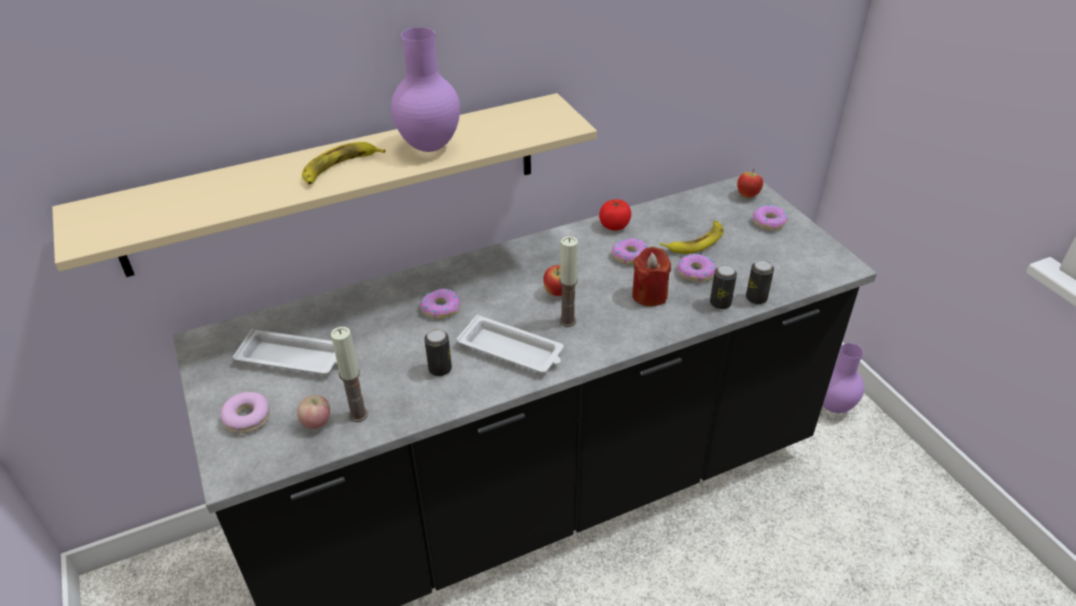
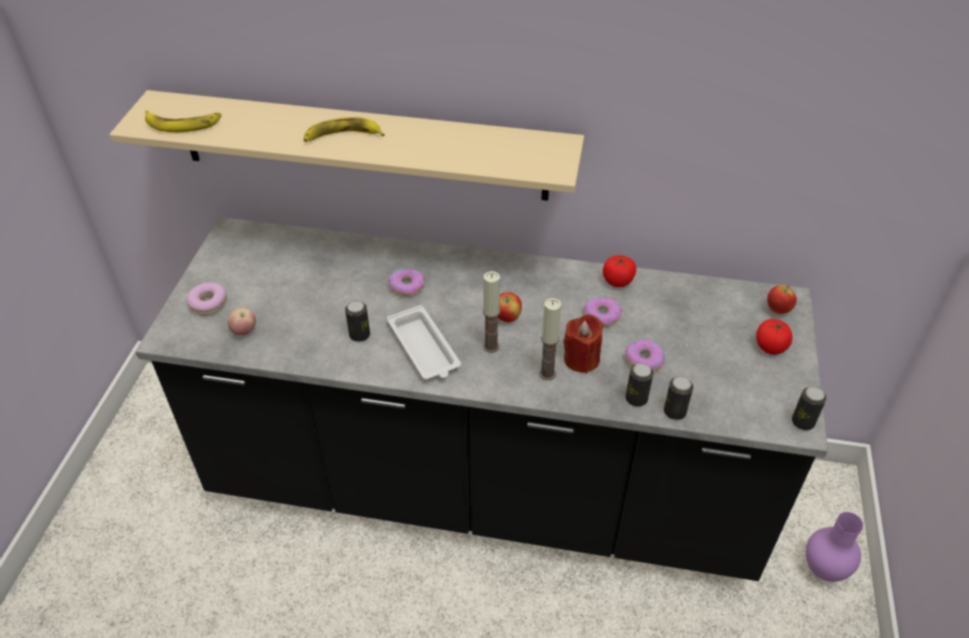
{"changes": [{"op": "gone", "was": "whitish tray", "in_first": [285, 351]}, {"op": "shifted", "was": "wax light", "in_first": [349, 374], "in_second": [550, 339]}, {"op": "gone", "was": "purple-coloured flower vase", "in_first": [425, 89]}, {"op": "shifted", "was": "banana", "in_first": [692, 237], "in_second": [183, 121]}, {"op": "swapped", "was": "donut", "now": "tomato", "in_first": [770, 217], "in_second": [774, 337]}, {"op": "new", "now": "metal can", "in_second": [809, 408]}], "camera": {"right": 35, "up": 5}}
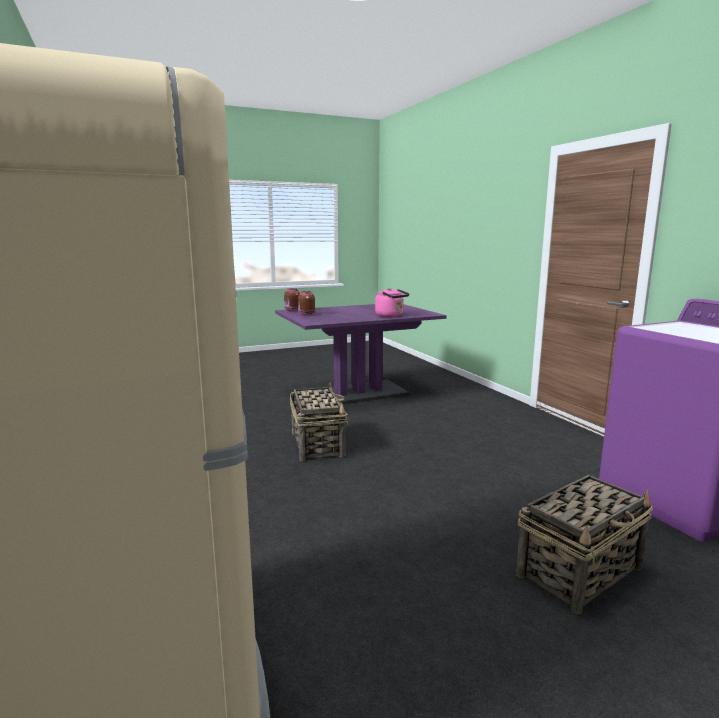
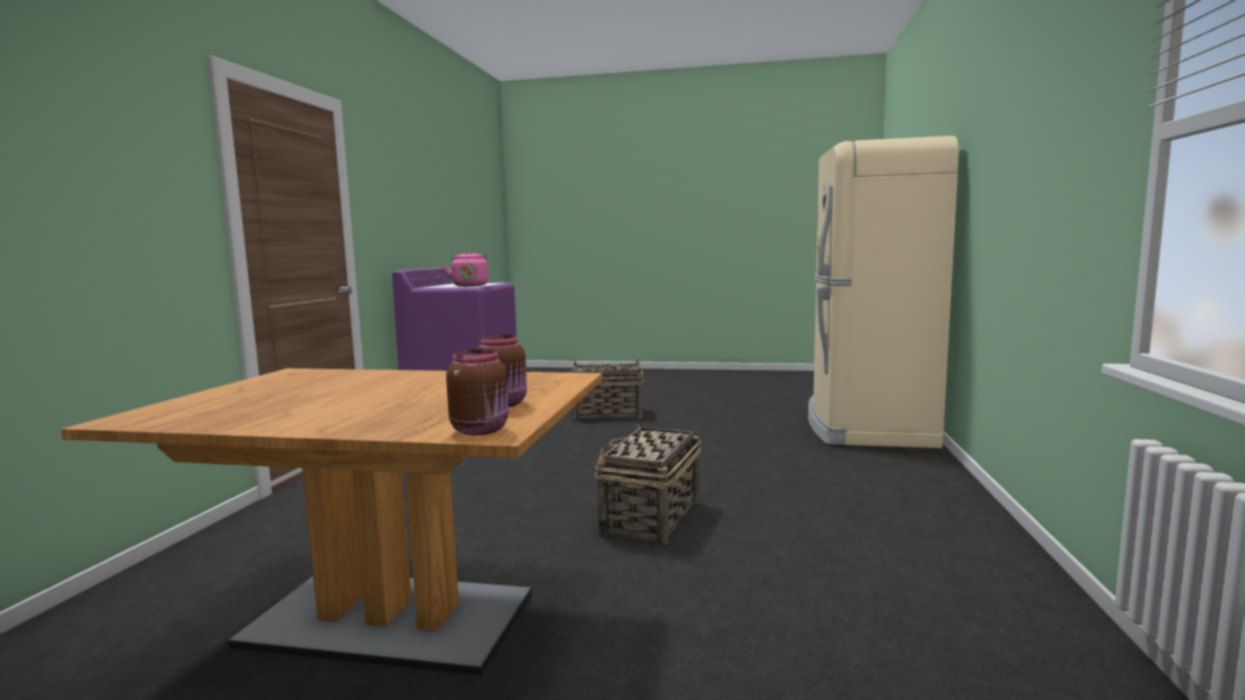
{"changes": [{"op": "repainted", "was": "purple-coloured dinner table", "now": "brown dinner table", "in_first": [361, 354], "in_second": [331, 522]}, {"op": "shifted", "was": "pinkish water kettle", "in_first": [392, 302], "in_second": [466, 269]}], "camera": {"right": -145, "up": -5}}
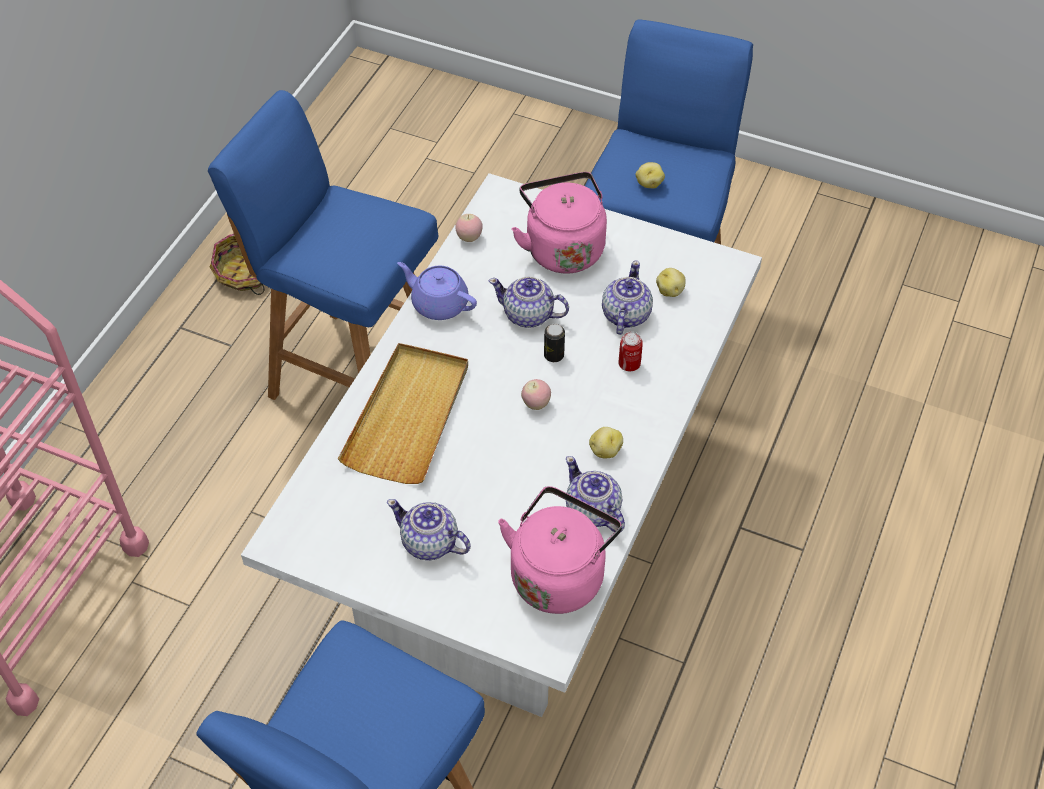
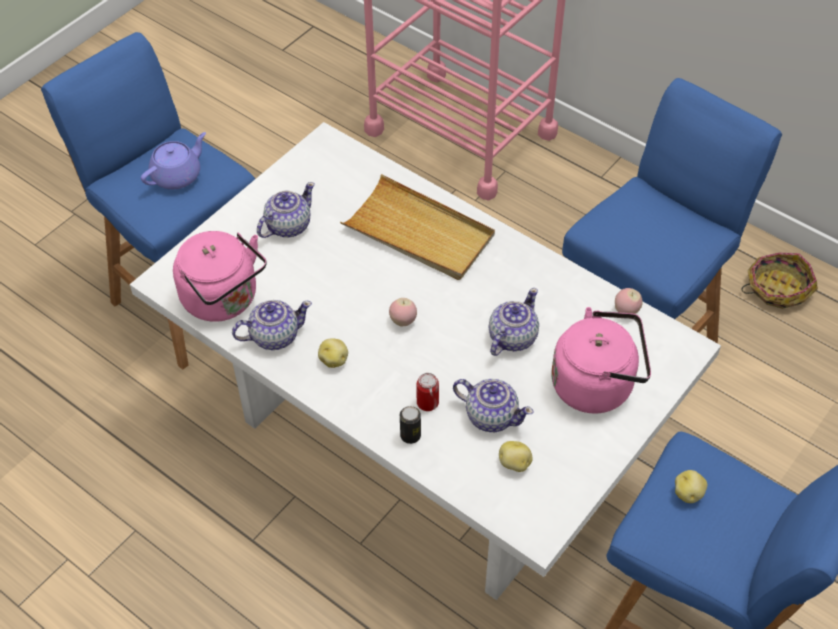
{"changes": [{"op": "shifted", "was": "purple-coloured teapot", "in_first": [437, 291], "in_second": [173, 160]}, {"op": "shifted", "was": "metal can", "in_first": [554, 343], "in_second": [410, 425]}], "camera": {"right": 105, "up": 0}}
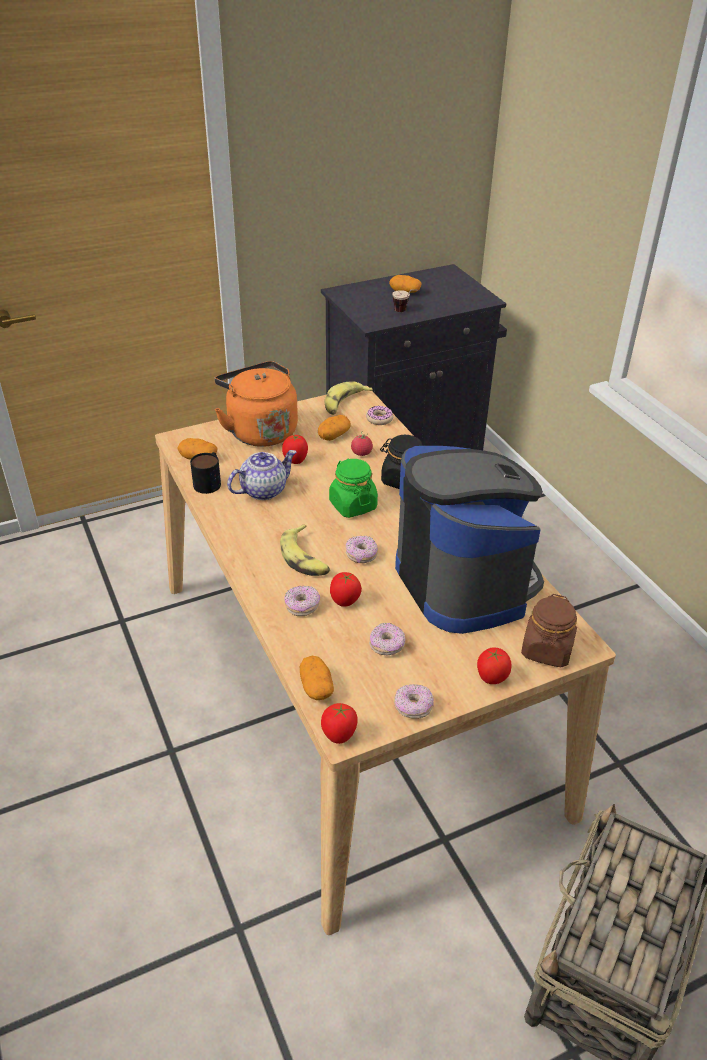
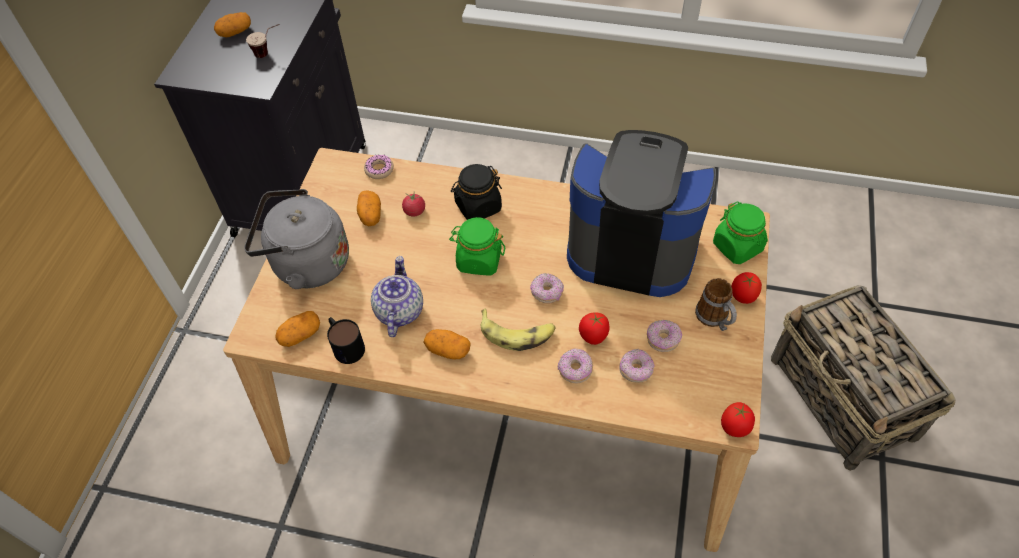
{"changes": [{"op": "repainted", "was": "orange water kettle", "now": "greyish water kettle", "in_first": [256, 404], "in_second": [296, 239]}, {"op": "gone", "was": "tomato", "in_first": [295, 449]}, {"op": "shifted", "was": "whole potato", "in_first": [317, 678], "in_second": [447, 344]}, {"op": "gone", "was": "banana", "in_first": [349, 398]}, {"op": "shifted", "was": "donut", "in_first": [414, 701], "in_second": [637, 366]}, {"op": "repainted", "was": "brown storage jar", "now": "greenish storage jar", "in_first": [549, 630], "in_second": [740, 232]}, {"op": "new", "now": "mug", "in_second": [716, 304]}], "camera": {"right": -50, "up": 15}}
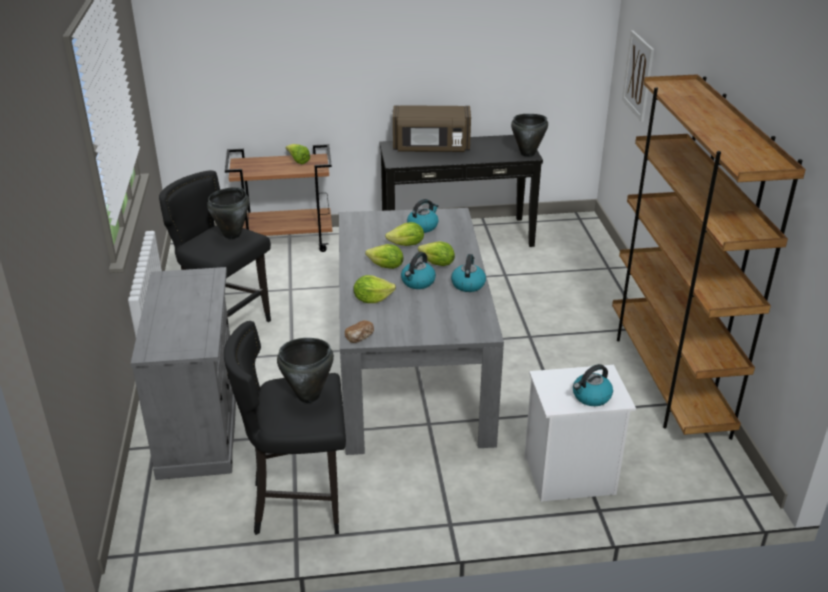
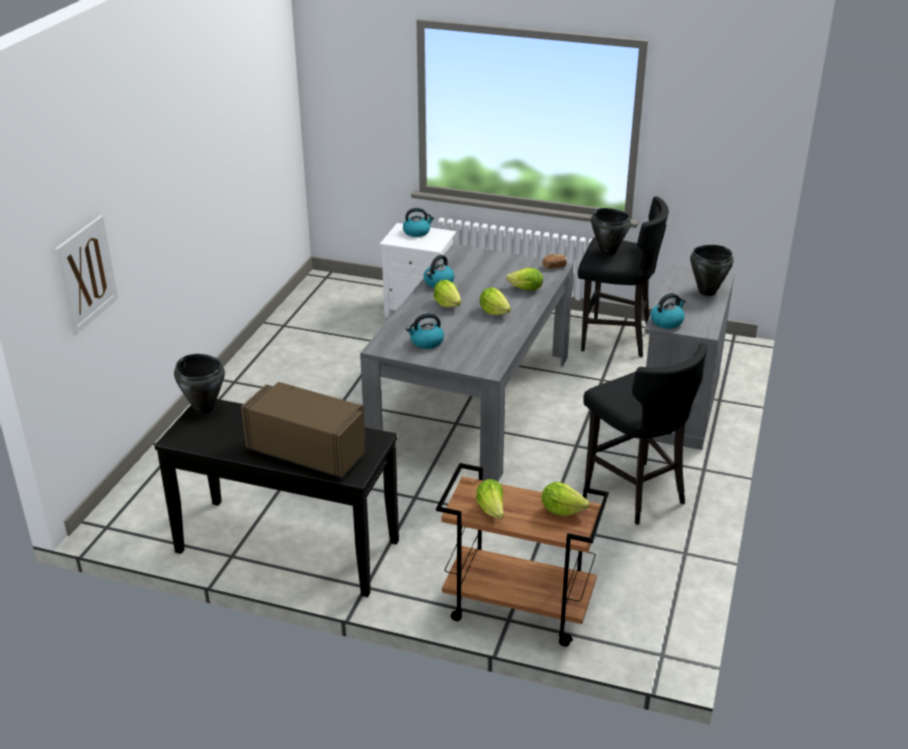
{"changes": [{"op": "shifted", "was": "black saucepot", "in_first": [228, 213], "in_second": [711, 270]}, {"op": "shifted", "was": "lettuce", "in_first": [404, 234], "in_second": [566, 499]}, {"op": "shifted", "was": "water kettle", "in_first": [418, 270], "in_second": [668, 311]}, {"op": "gone", "was": "brown bookcase", "in_first": [709, 257]}], "camera": {"right": -155, "up": 0}}
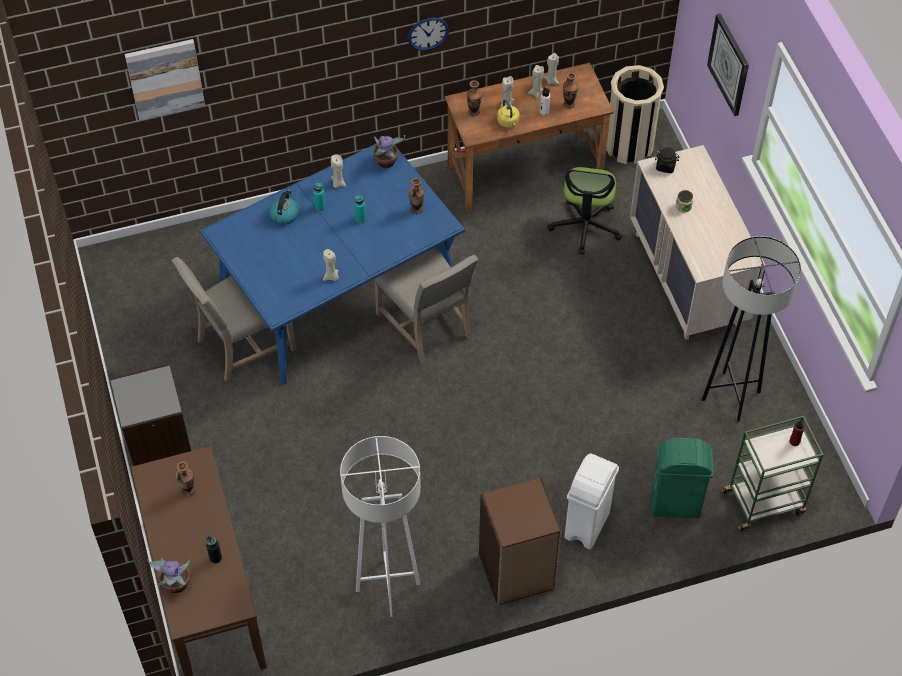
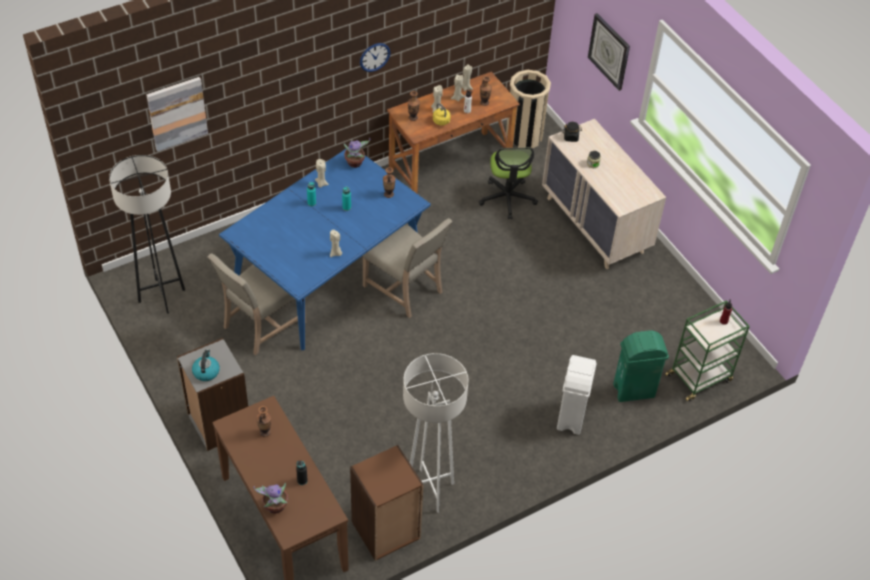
{"changes": [{"op": "shifted", "was": "water kettle", "in_first": [284, 207], "in_second": [206, 365]}, {"op": "shifted", "was": "brown bookcase", "in_first": [520, 541], "in_second": [387, 503]}, {"op": "shifted", "was": "greyish standard lamp", "in_first": [751, 329], "in_second": [147, 234]}], "camera": {"right": -15, "up": -5}}
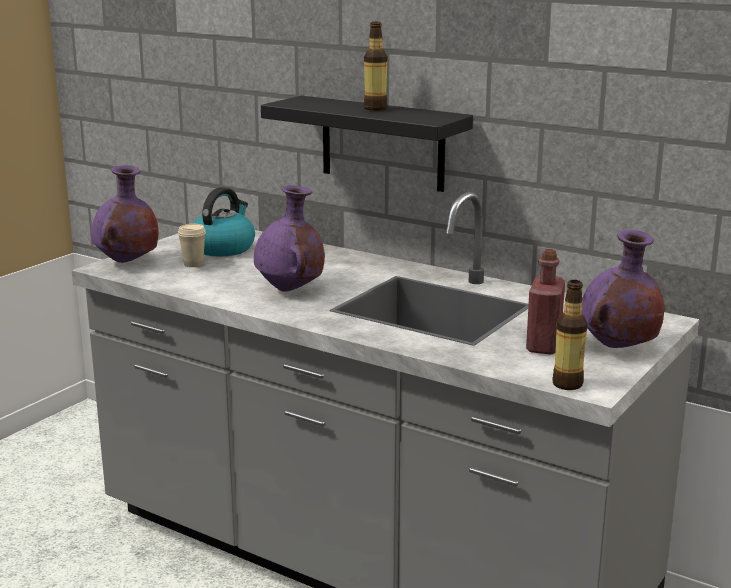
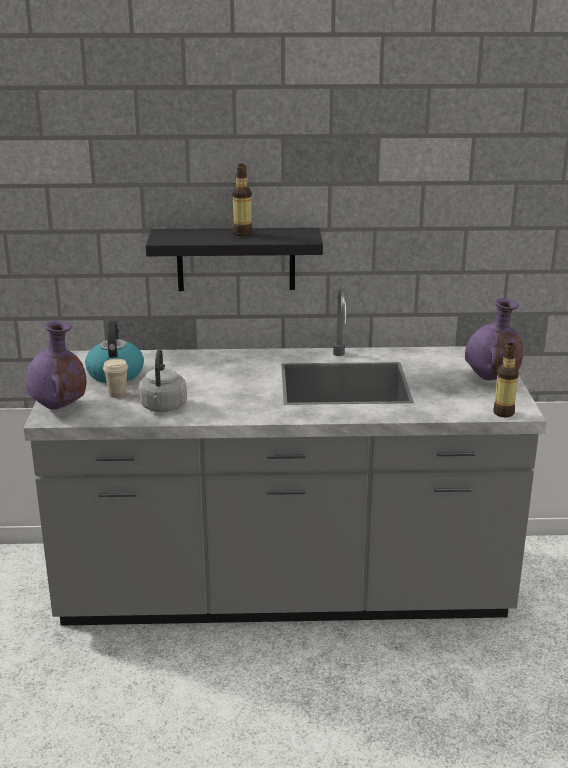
{"changes": [{"op": "gone", "was": "purple-coloured flower vase", "in_first": [289, 238]}, {"op": "gone", "was": "reddish beverage bottle", "in_first": [545, 301]}, {"op": "new", "now": "greyish water kettle", "in_second": [163, 380]}], "camera": {"right": -35, "up": 5}}
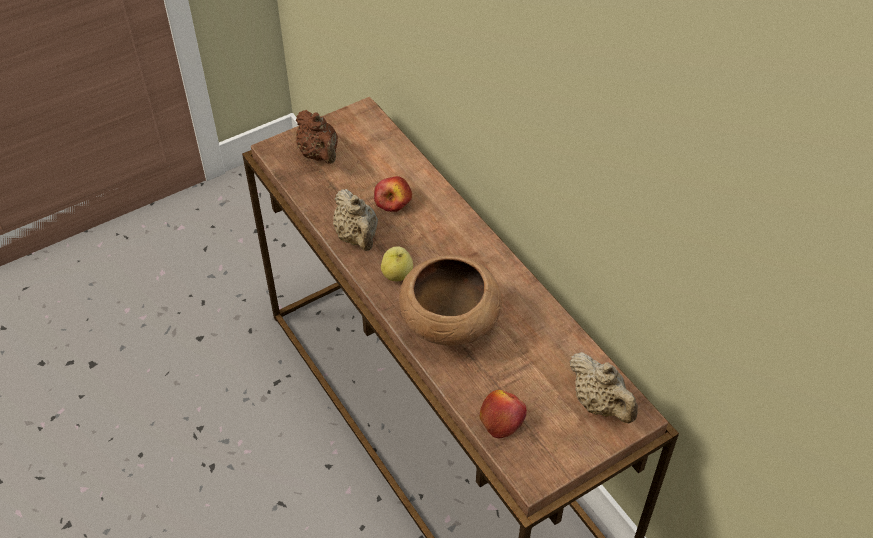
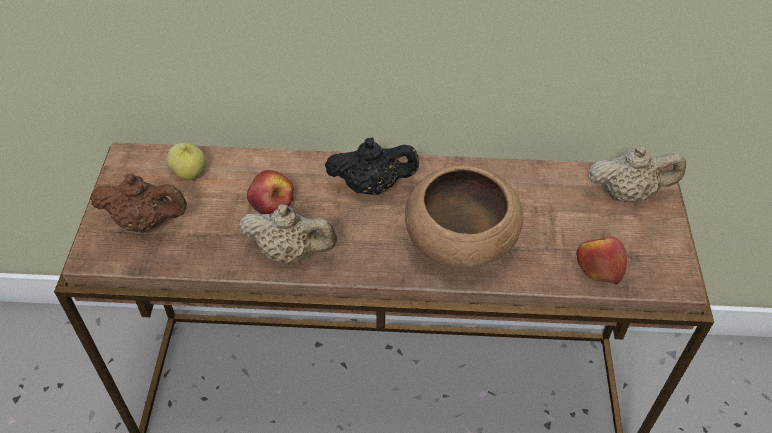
{"changes": [{"op": "shifted", "was": "apple fruit", "in_first": [397, 263], "in_second": [186, 161]}, {"op": "new", "now": "black teapot", "in_second": [372, 166]}], "camera": {"right": -55, "up": 0}}
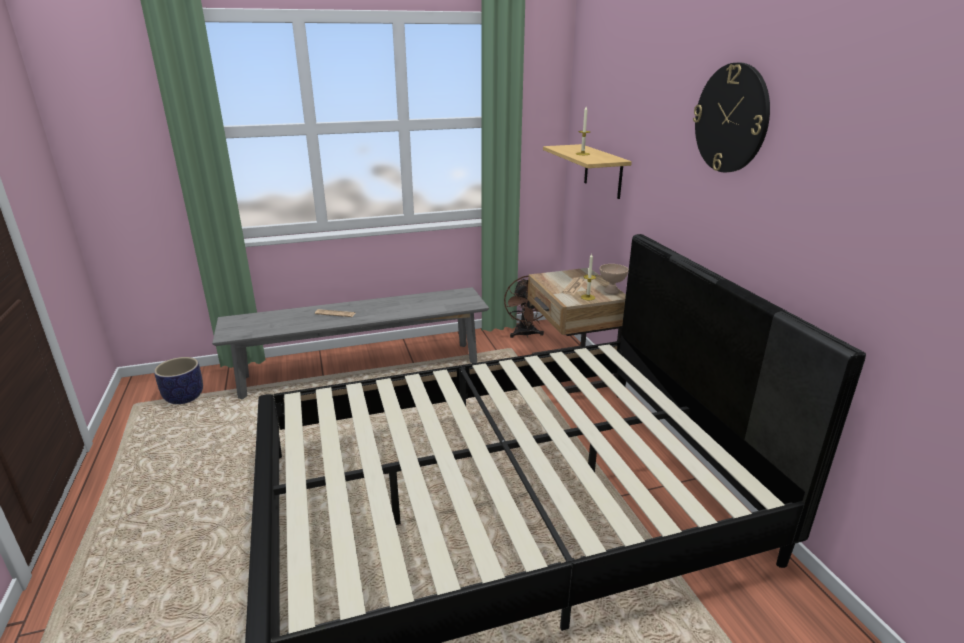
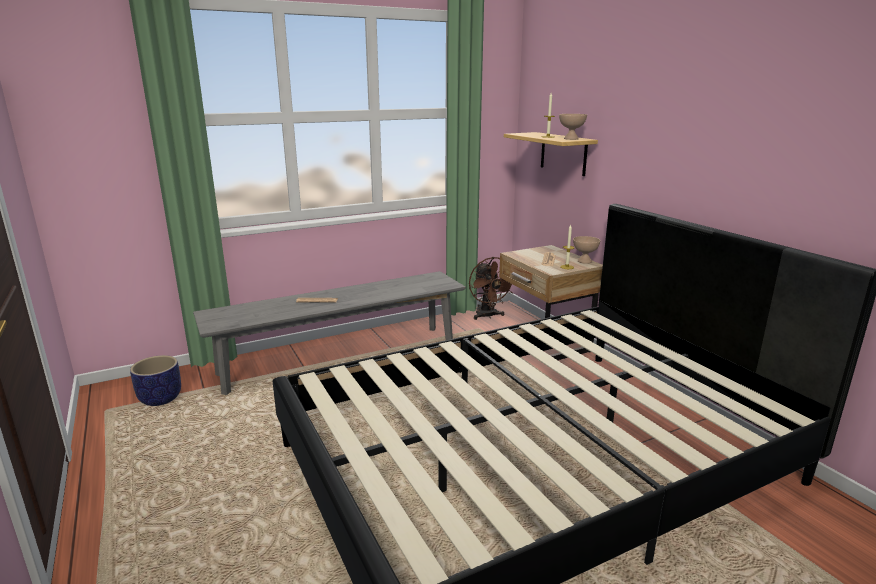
{"changes": [{"op": "gone", "was": "wall clock", "in_first": [731, 117]}, {"op": "new", "now": "beige serving bowl", "in_second": [573, 127]}], "camera": {"right": -10, "up": -5}}
